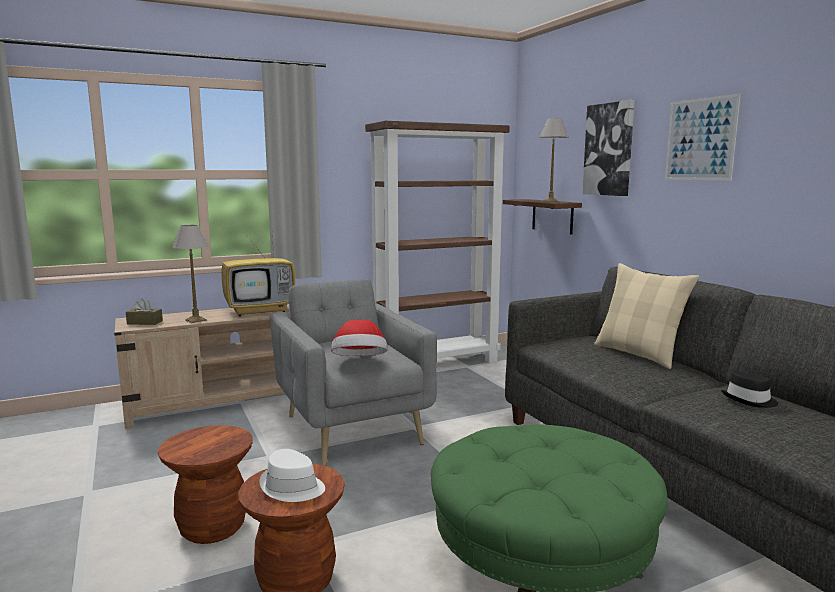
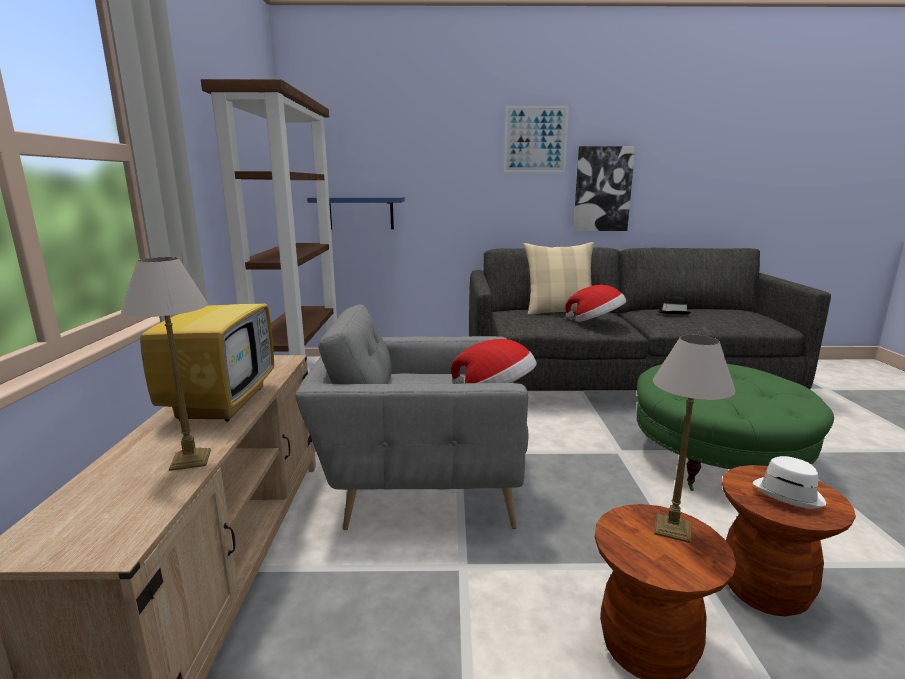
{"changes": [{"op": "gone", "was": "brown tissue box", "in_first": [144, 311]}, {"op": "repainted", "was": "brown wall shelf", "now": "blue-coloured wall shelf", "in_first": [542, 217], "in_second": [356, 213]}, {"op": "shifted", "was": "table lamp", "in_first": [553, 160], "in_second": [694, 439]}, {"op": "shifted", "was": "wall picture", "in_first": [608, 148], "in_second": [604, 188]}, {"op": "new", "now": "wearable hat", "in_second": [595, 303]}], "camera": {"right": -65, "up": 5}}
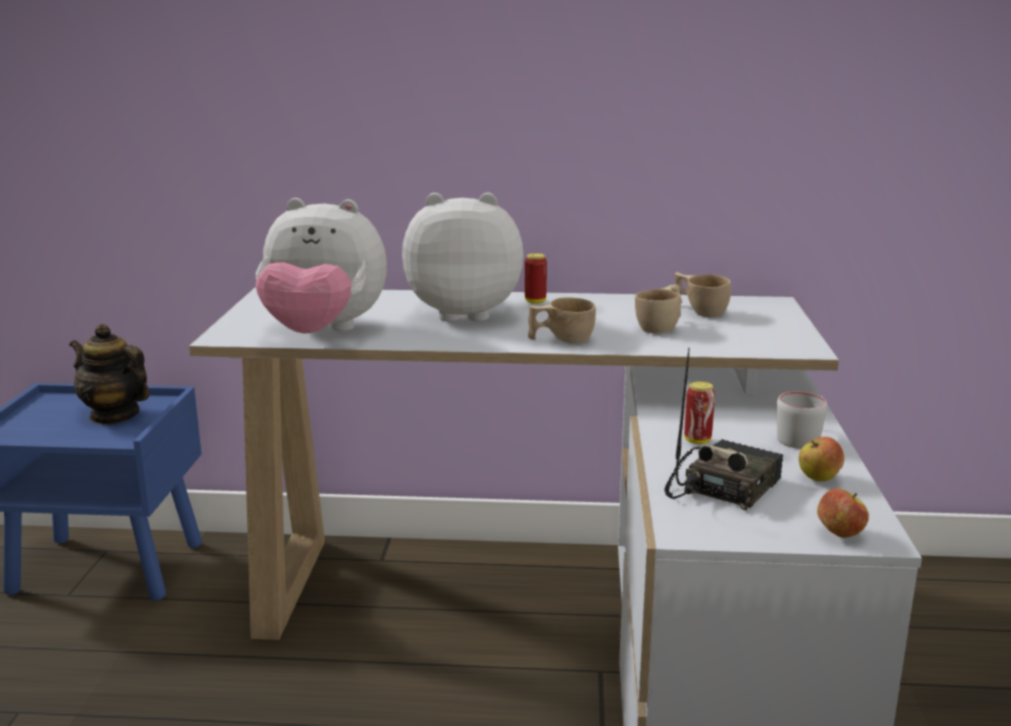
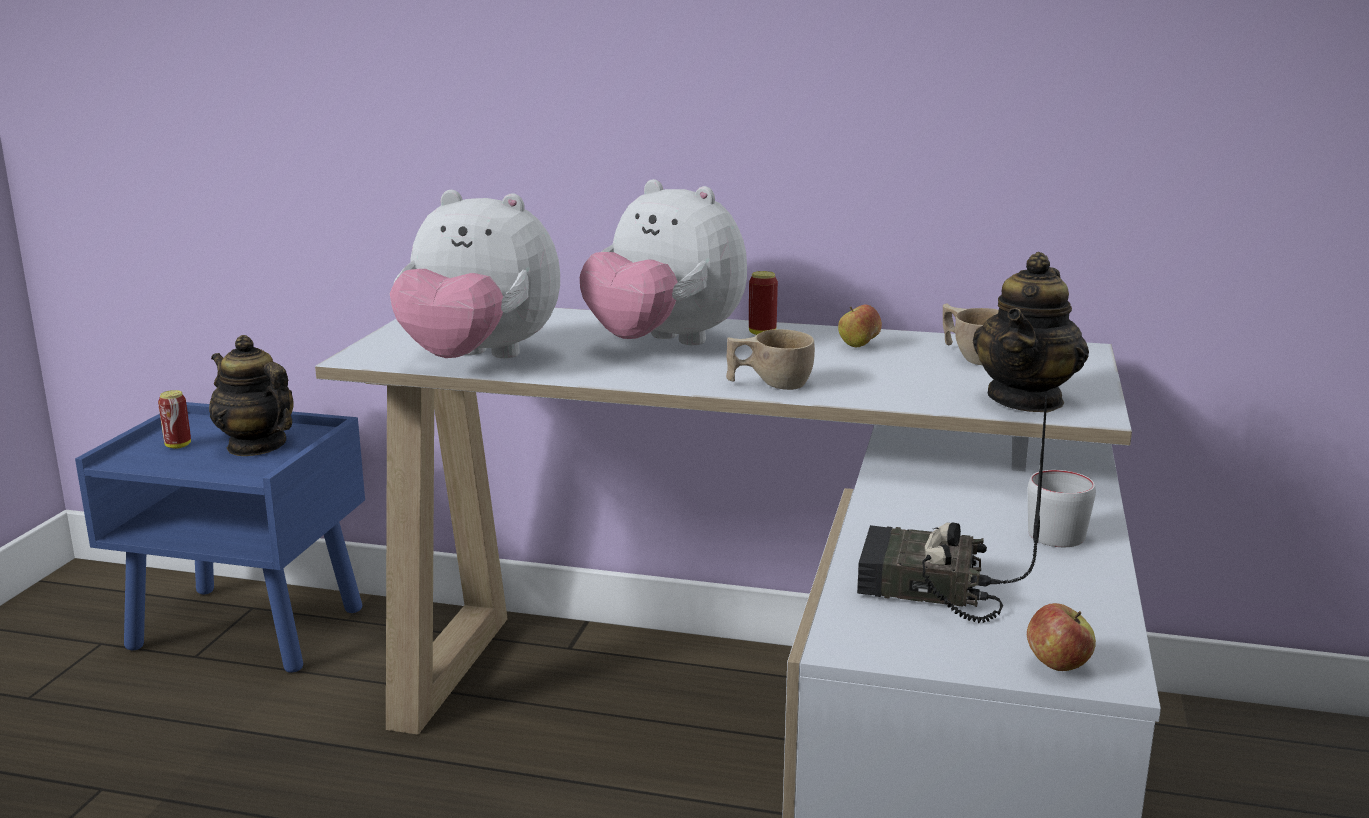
{"changes": [{"op": "rotated", "was": "plush toy", "in_first": [462, 257], "in_second": [663, 262], "clockwise": -150}, {"op": "gone", "was": "beige cup", "in_first": [658, 308]}, {"op": "rotated", "was": "radio", "in_first": [723, 429], "in_second": [952, 509], "clockwise": -120}, {"op": "shifted", "was": "metal can", "in_first": [699, 412], "in_second": [174, 419]}, {"op": "shifted", "was": "apple fruit", "in_first": [821, 459], "in_second": [860, 326]}, {"op": "new", "now": "teapot", "in_second": [1031, 332]}], "camera": {"right": 10, "up": 0}}
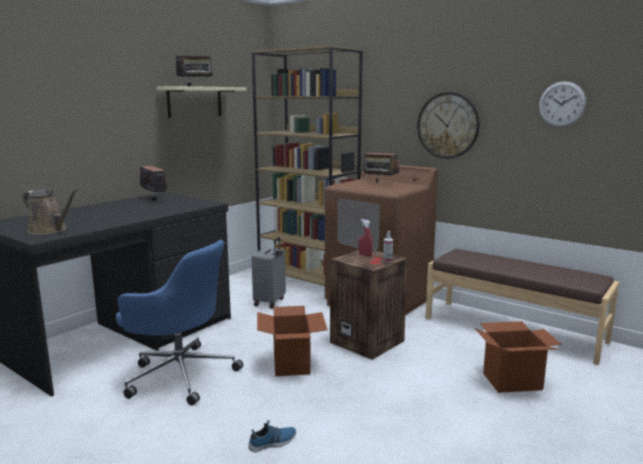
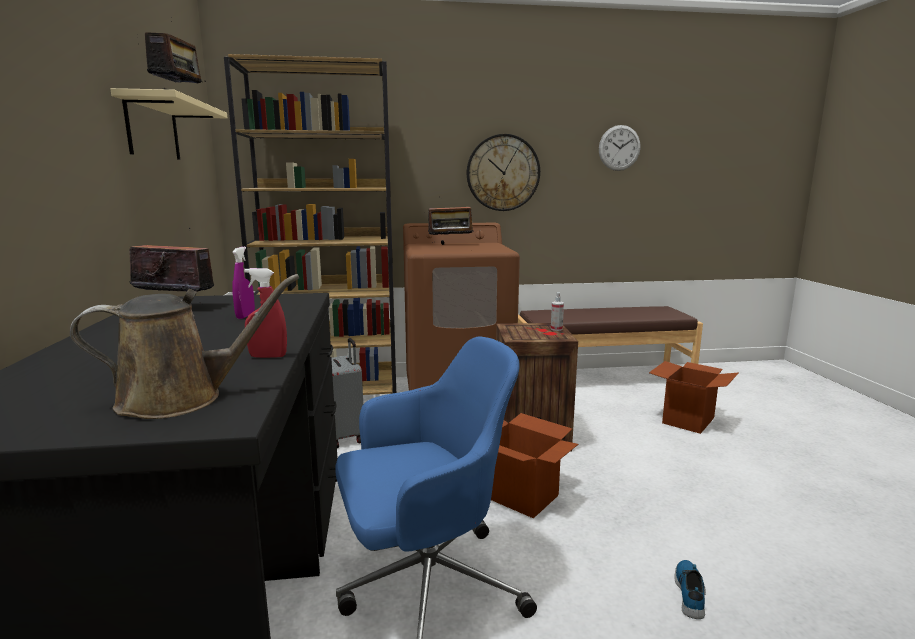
{"changes": [{"op": "shifted", "was": "reddish hand sprayer", "in_first": [366, 238], "in_second": [265, 313]}, {"op": "new", "now": "purple-coloured hand sprayer", "in_second": [243, 283]}], "camera": {"right": -45, "up": 0}}
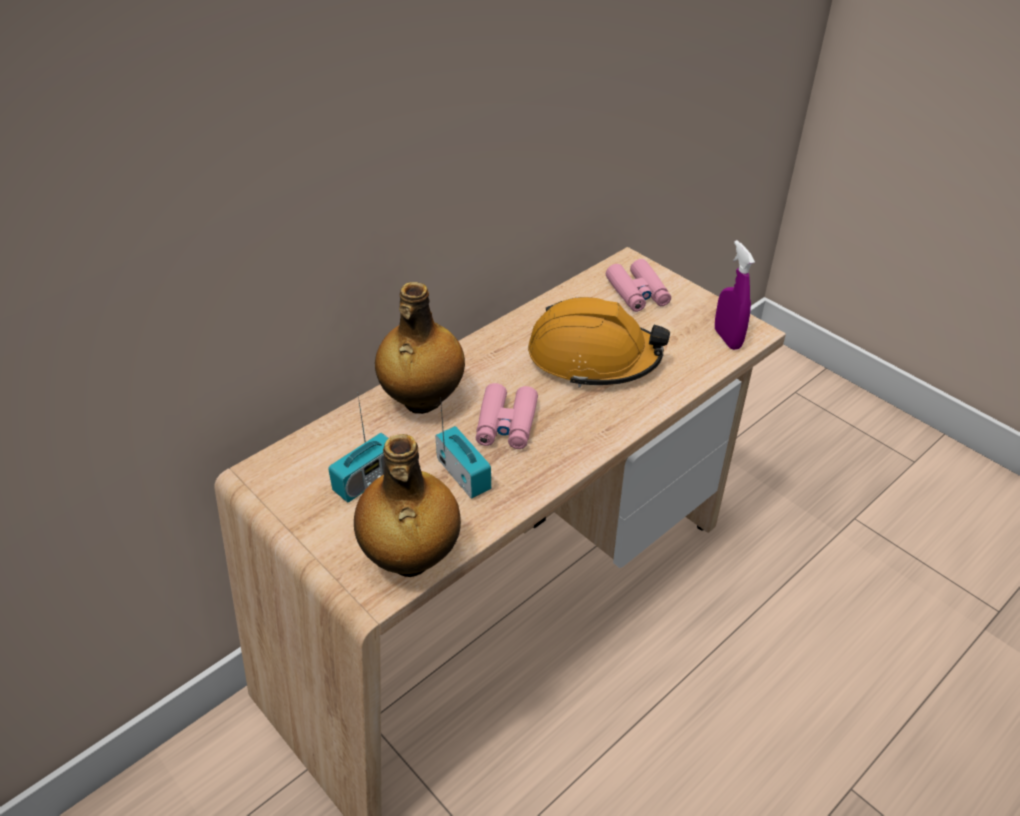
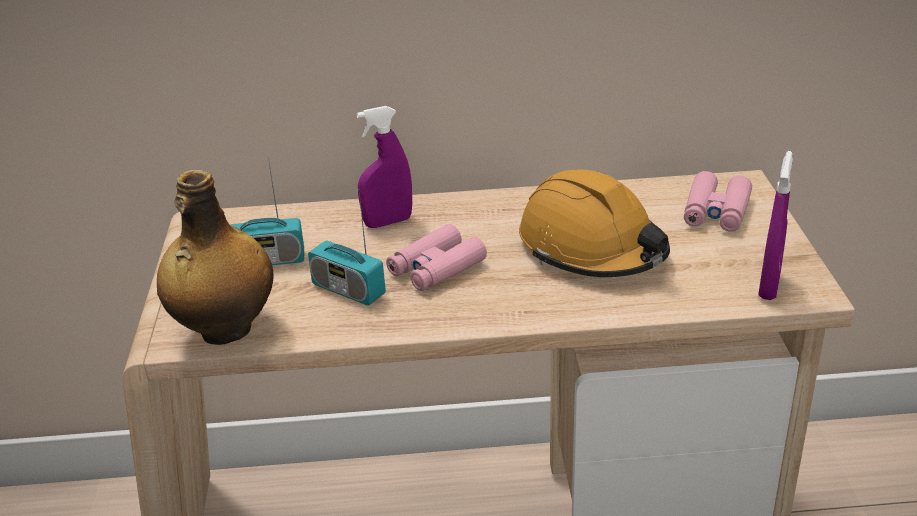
{"changes": [{"op": "swapped", "was": "beverage bottle", "now": "purple-coloured hand sprayer", "in_first": [420, 348], "in_second": [384, 167]}, {"op": "rotated", "was": "radio", "in_first": [463, 452], "in_second": [347, 249], "clockwise": 120}], "camera": {"right": 40, "up": -10}}
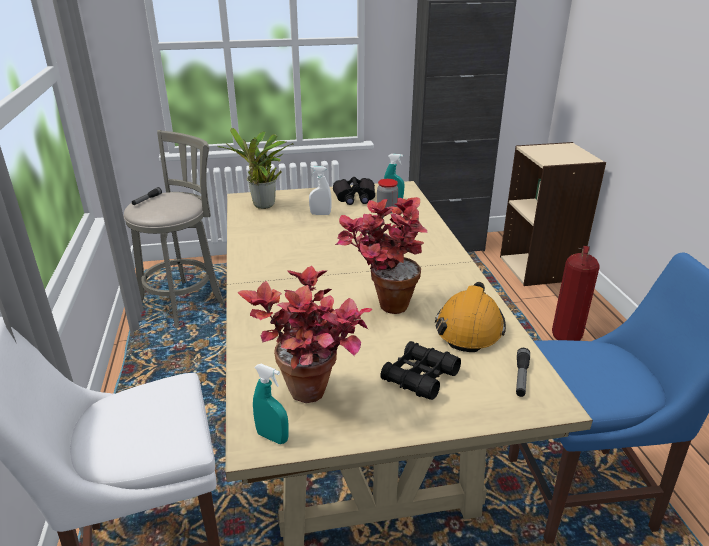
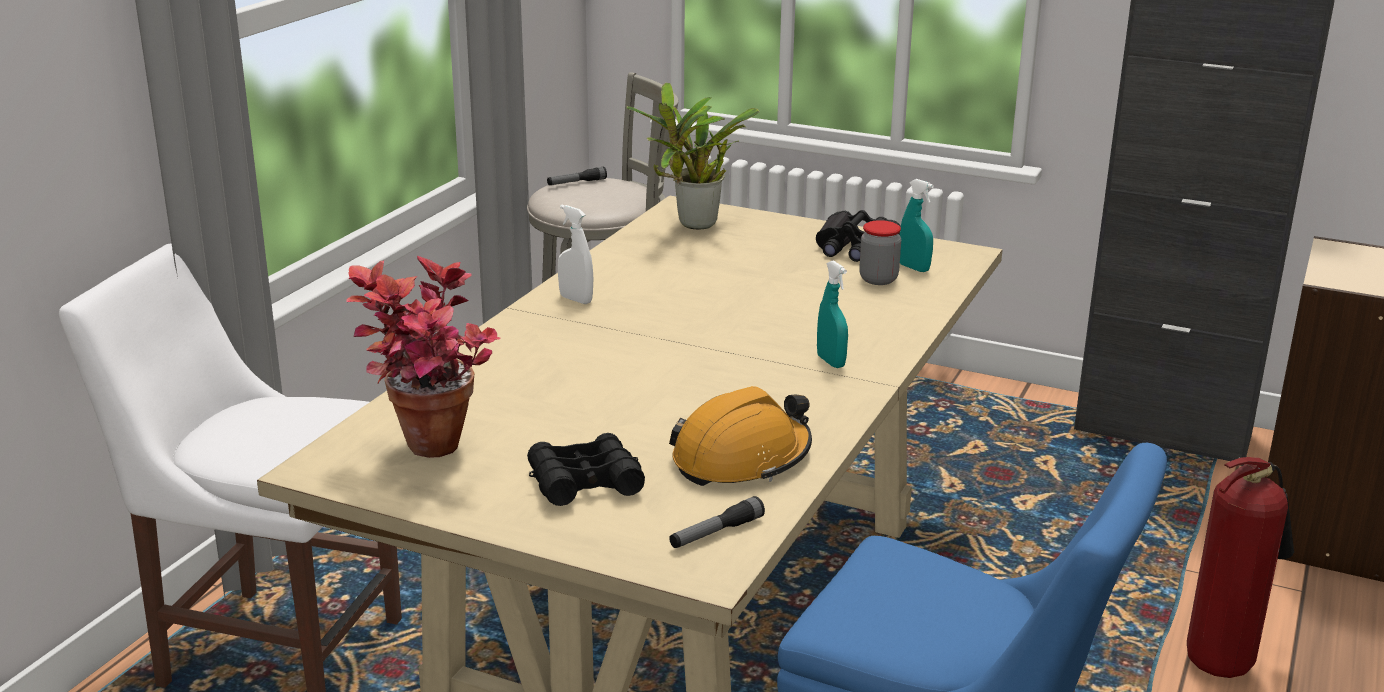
{"changes": [{"op": "shifted", "was": "blue-green hand sprayer", "in_first": [271, 404], "in_second": [832, 314]}, {"op": "shifted", "was": "whitish hand sprayer", "in_first": [320, 190], "in_second": [575, 254]}, {"op": "gone", "was": "plant in a pot", "in_first": [381, 255]}], "camera": {"right": 35, "up": -5}}
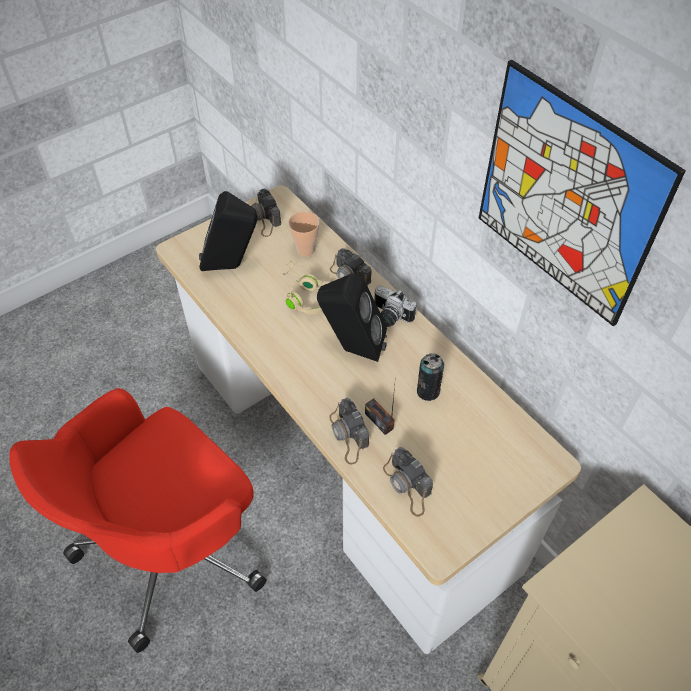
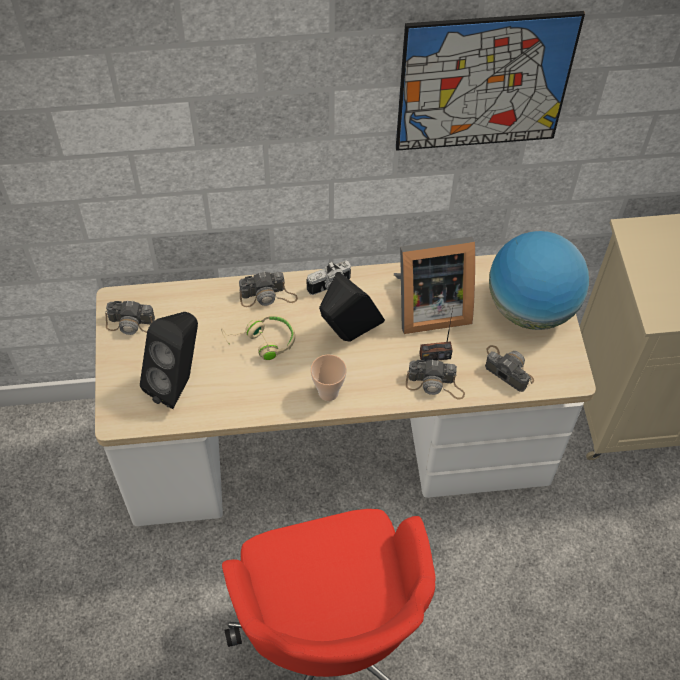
{"changes": [{"op": "shifted", "was": "cup", "in_first": [304, 234], "in_second": [329, 377]}, {"op": "rotated", "was": "photo camera", "in_first": [408, 482], "in_second": [509, 368], "clockwise": -135}, {"op": "swapped", "was": "metal can", "now": "picture frame", "in_first": [430, 377], "in_second": [434, 285]}, {"op": "new", "now": "world globe", "in_second": [539, 280]}], "camera": {"right": -60, "up": 5}}
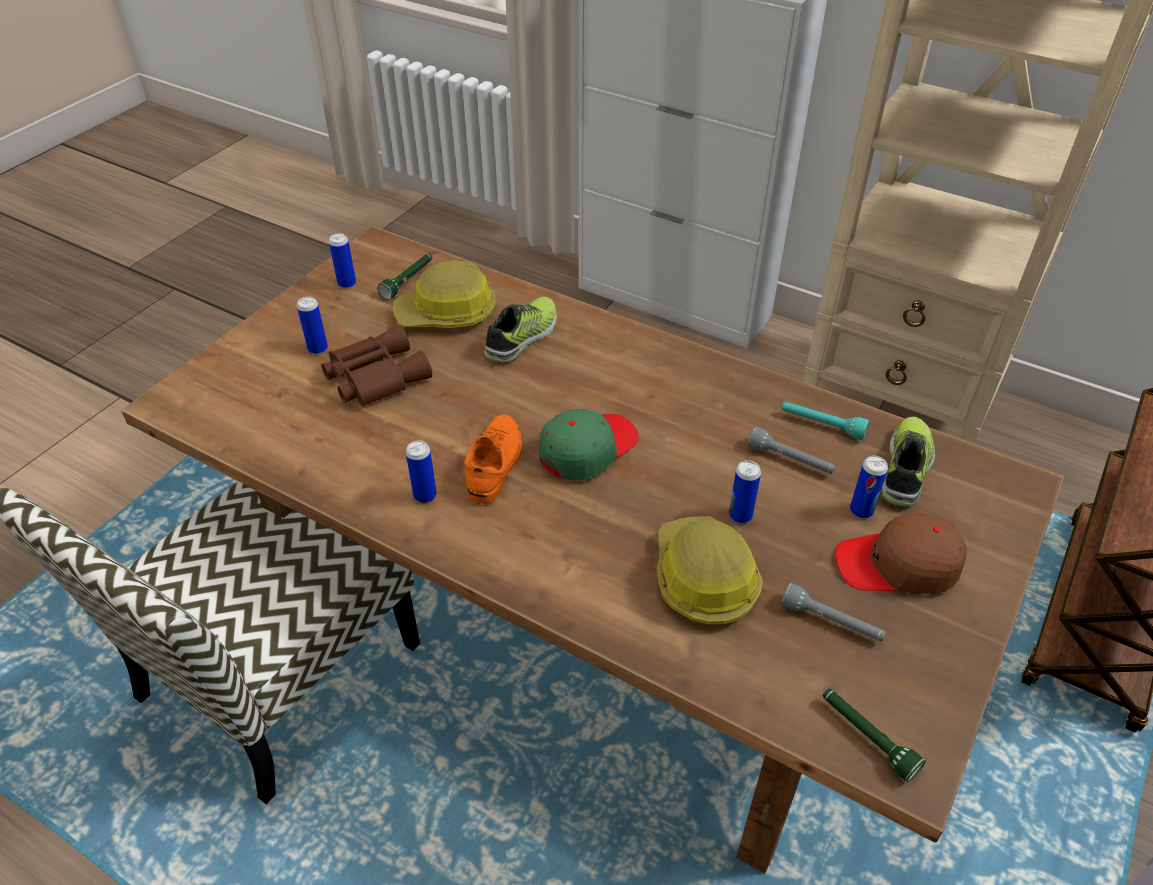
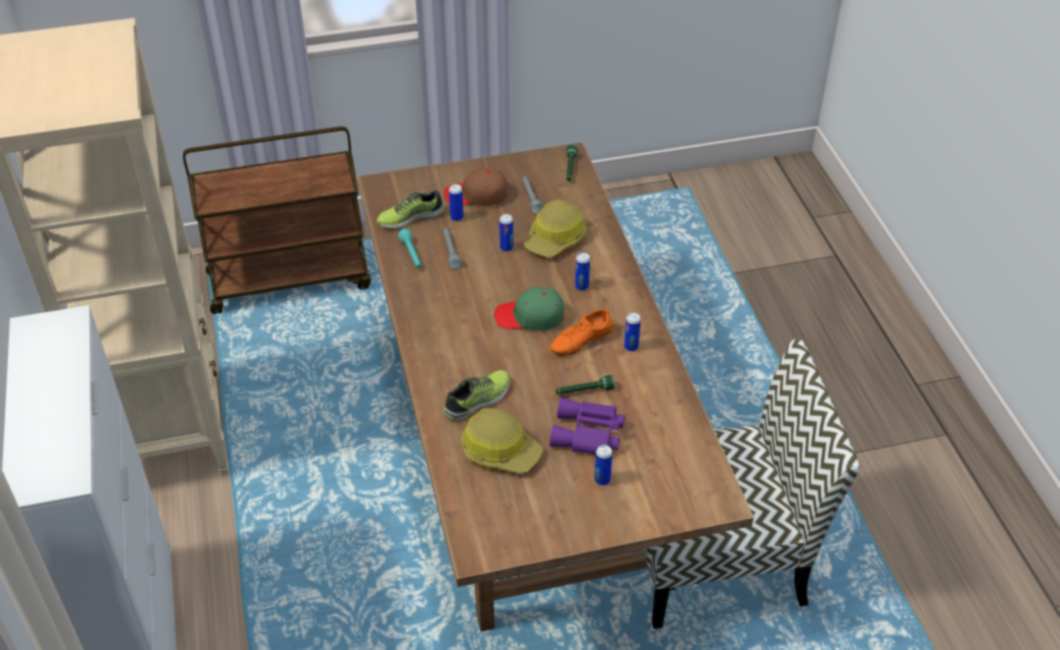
{"changes": [{"op": "repainted", "was": "brown pair of binoculars", "now": "purple-coloured pair of binoculars", "in_first": [377, 366], "in_second": [587, 426]}, {"op": "shifted", "was": "metal can", "in_first": [342, 261], "in_second": [582, 272]}, {"op": "shifted", "was": "greenish torch", "in_first": [404, 277], "in_second": [585, 384]}, {"op": "rotated", "was": "low shoe", "in_first": [520, 330], "in_second": [477, 395], "clockwise": 150}, {"op": "rotated", "was": "brown baseball cap", "in_first": [901, 554], "in_second": [476, 187], "clockwise": 135}], "camera": {"right": -135, "up": 0}}
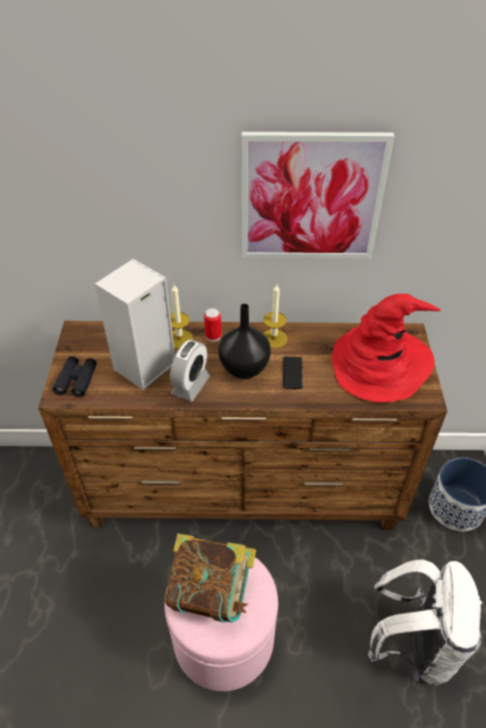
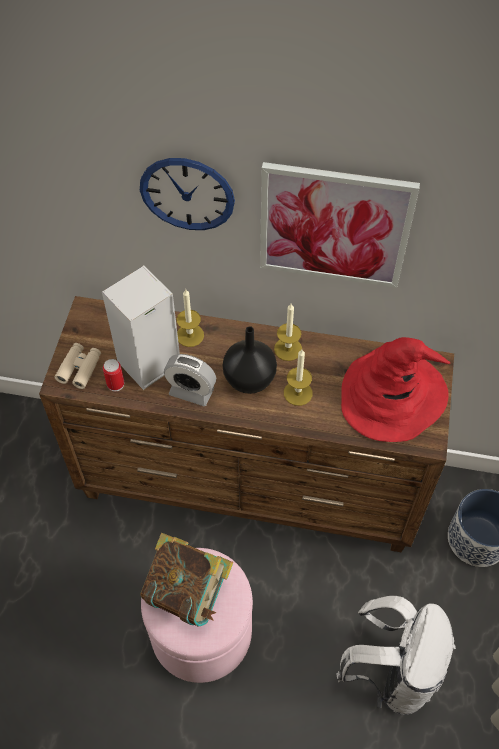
{"changes": [{"op": "repainted", "was": "black pair of binoculars", "now": "beige pair of binoculars", "in_first": [75, 376], "in_second": [78, 366]}, {"op": "rotated", "was": "alarm clock", "in_first": [190, 370], "in_second": [190, 380], "clockwise": 75}, {"op": "shifted", "was": "metal can", "in_first": [213, 325], "in_second": [113, 375]}, {"op": "swapped", "was": "handset", "now": "wax light", "in_first": [293, 373], "in_second": [298, 377]}, {"op": "new", "now": "wall clock", "in_second": [187, 194]}], "camera": {"right": 10, "up": 10}}
